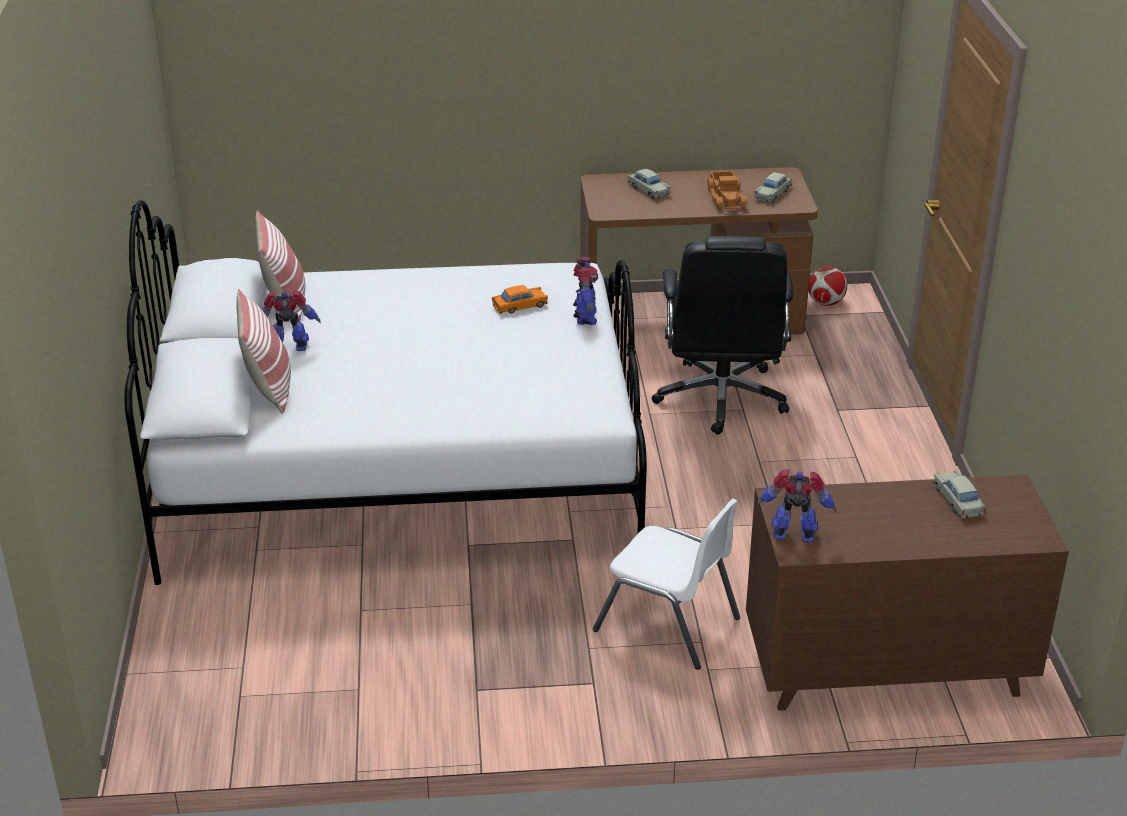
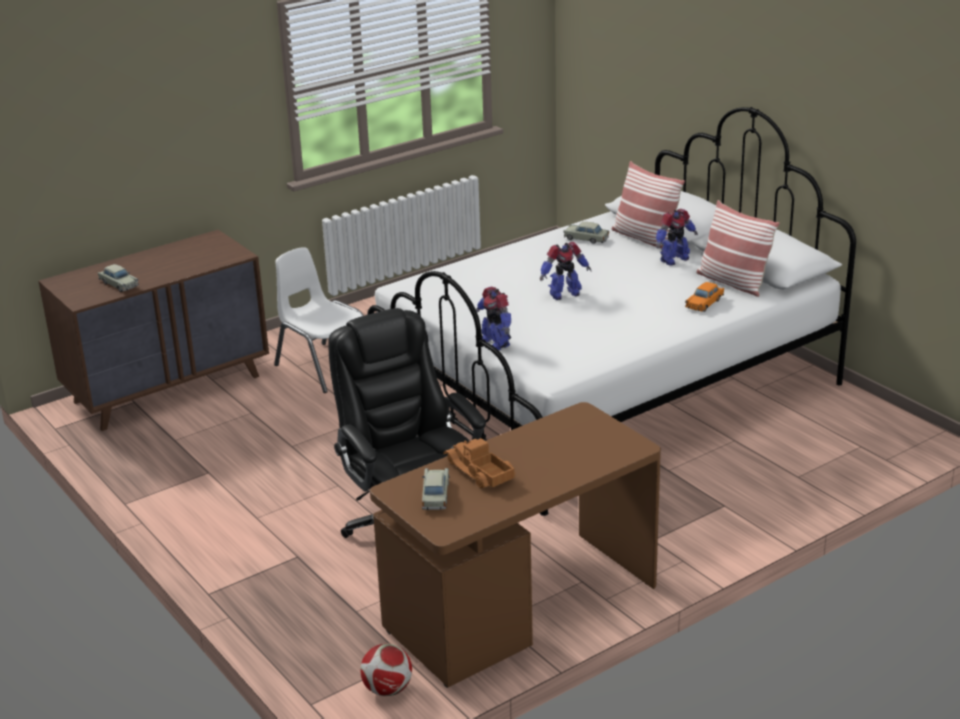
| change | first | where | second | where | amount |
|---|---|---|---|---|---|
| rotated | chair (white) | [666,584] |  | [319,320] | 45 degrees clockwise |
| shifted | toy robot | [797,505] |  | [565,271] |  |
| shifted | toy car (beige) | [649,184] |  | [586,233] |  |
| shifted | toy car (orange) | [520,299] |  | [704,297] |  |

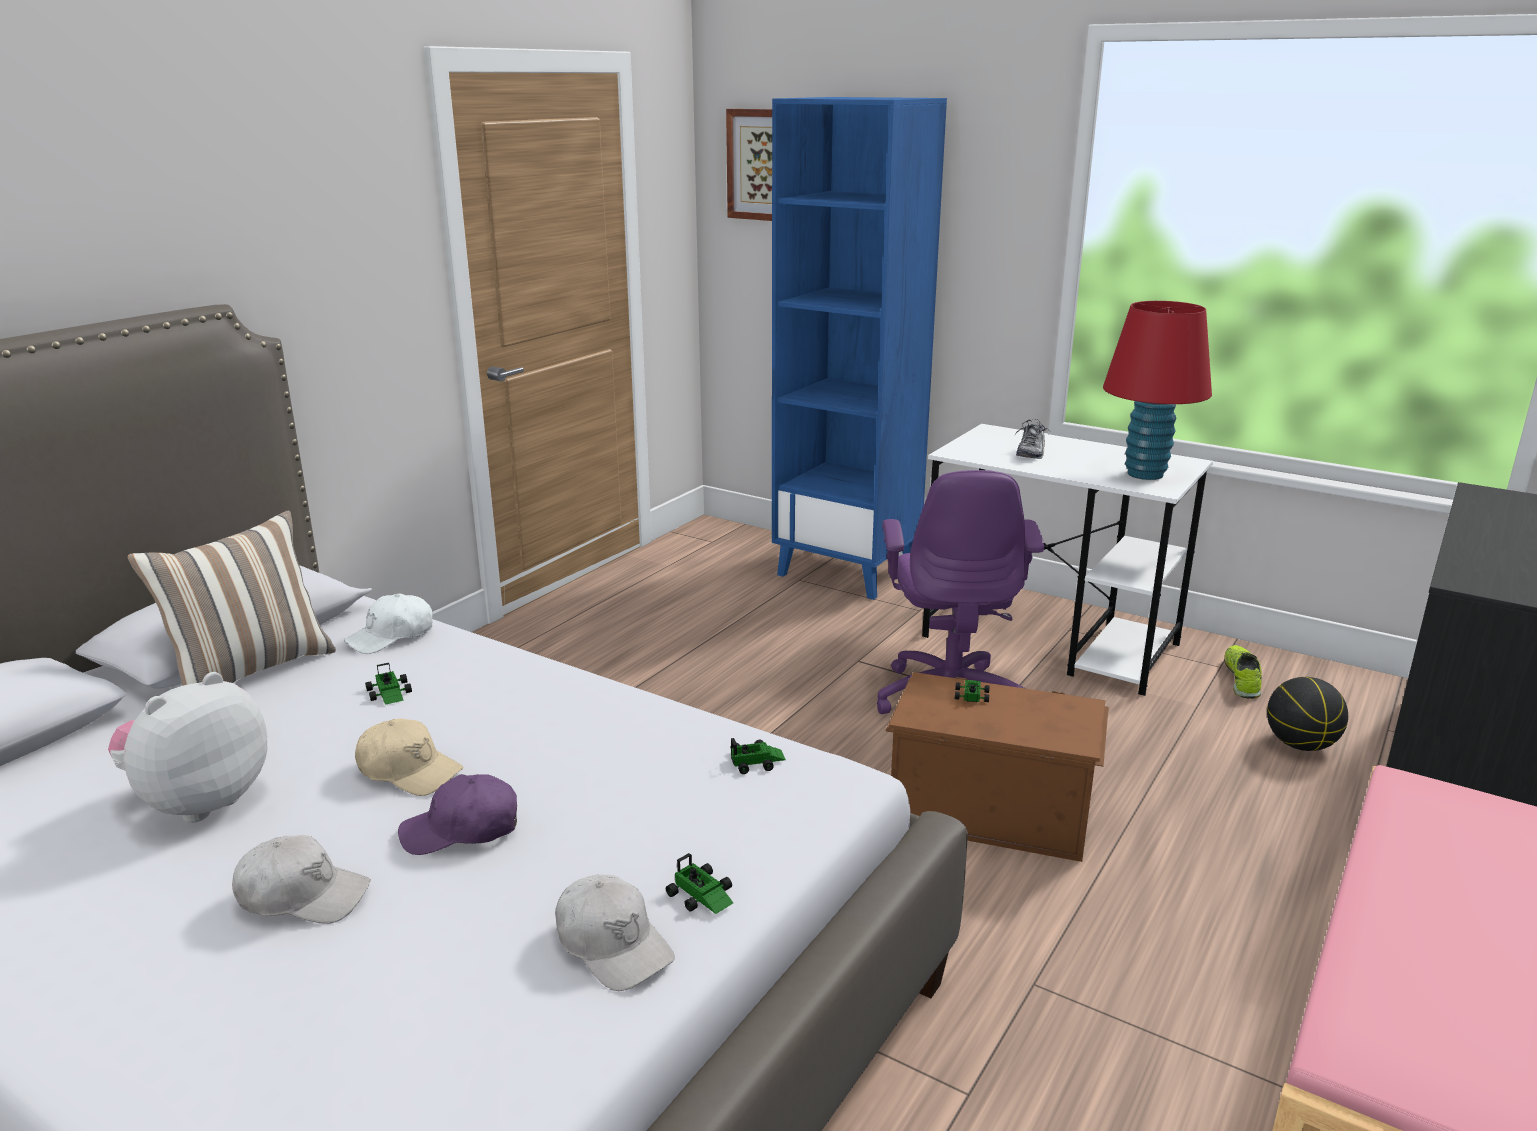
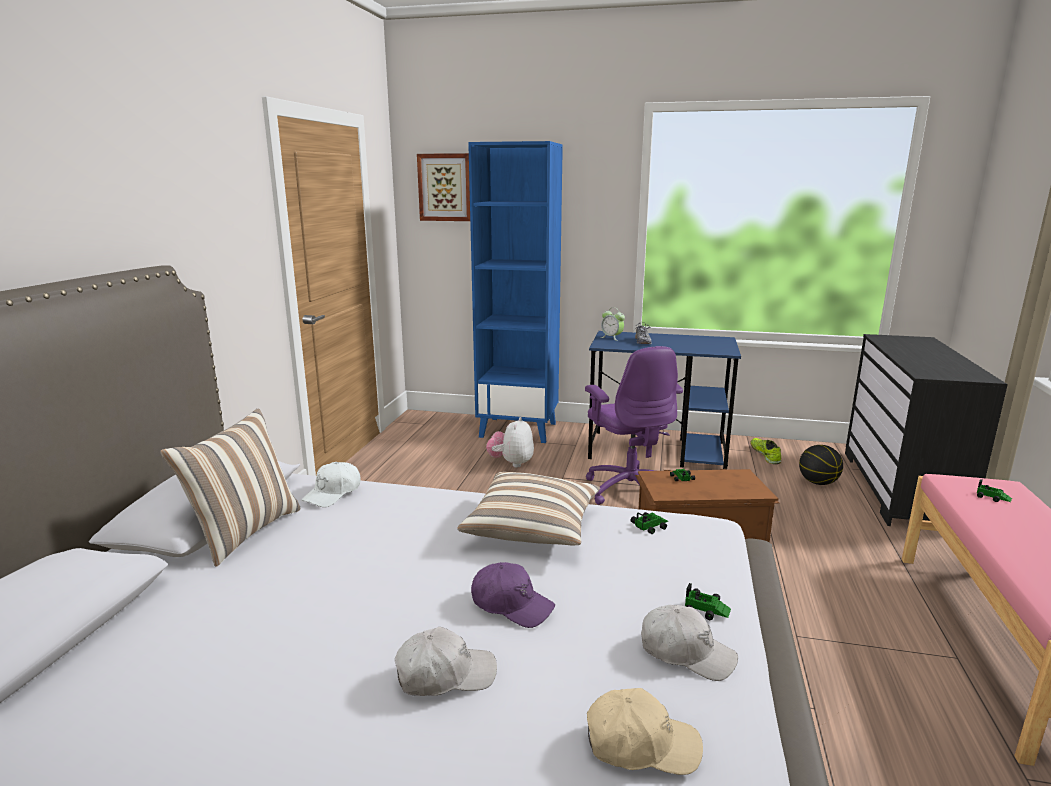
| change | first | where | second | where | amount |
|---|---|---|---|---|---|
| new |  |  | pillow | [528,508] |  |
| rotated | cap (purple) | [457,814] |  | [513,595] | 120 degrees counterclockwise |
| shifted | plush toy | [187,747] |  | [510,442] |  |
| shifted | cap (beige) | [409,757] |  | [645,731] |  |
| repainted | desk (white) | [1067,560] | desk (blue) | [664,400] |  |
| new |  |  | alarm clock | [612,324] |  |
| shifted | toy car | [388,684] |  | [994,490] |  |
| gone | table lamp (red) | [1157,390] |  |  |  |

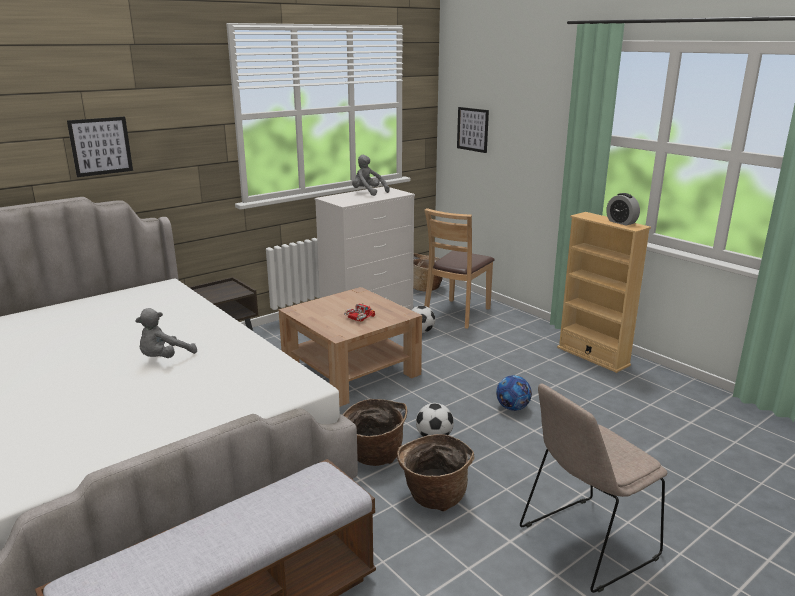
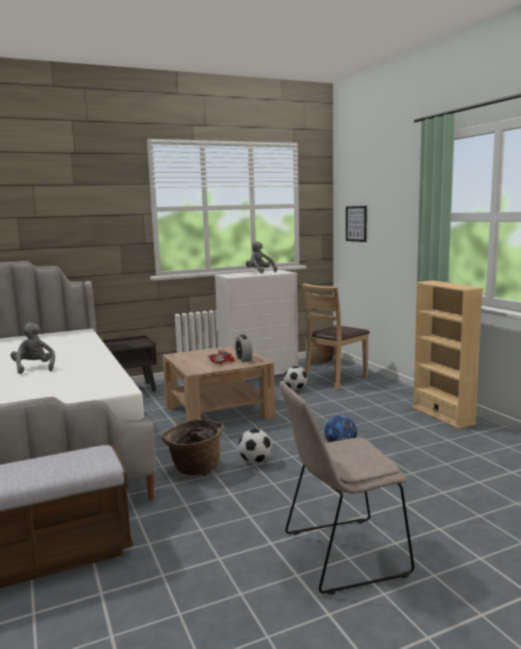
| change | first | where | second | where | amount |
|---|---|---|---|---|---|
| rotated | plush toy (grey) | [166,333] |  | [33,348] | 105 degrees clockwise |
| shifted | alarm clock | [623,209] |  | [243,348] |  |
| gone | picture | [100,147] |  |  |  |
| gone | basket | [435,472] |  |  |  |

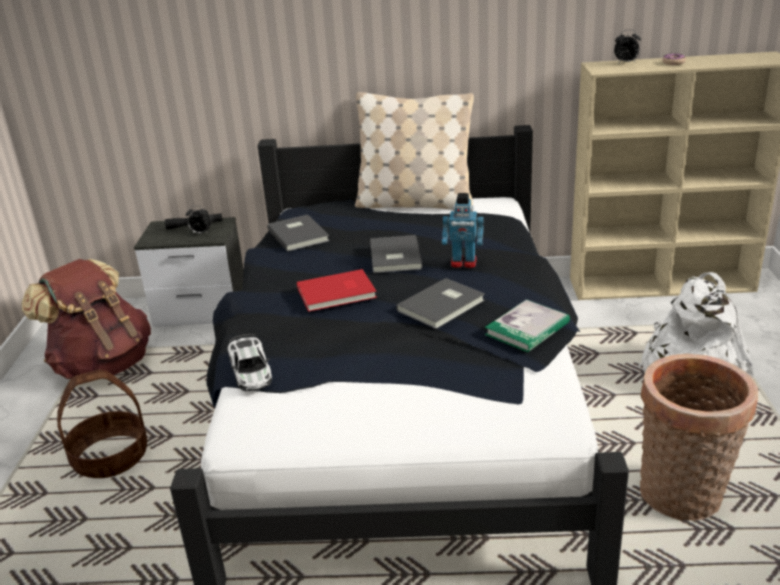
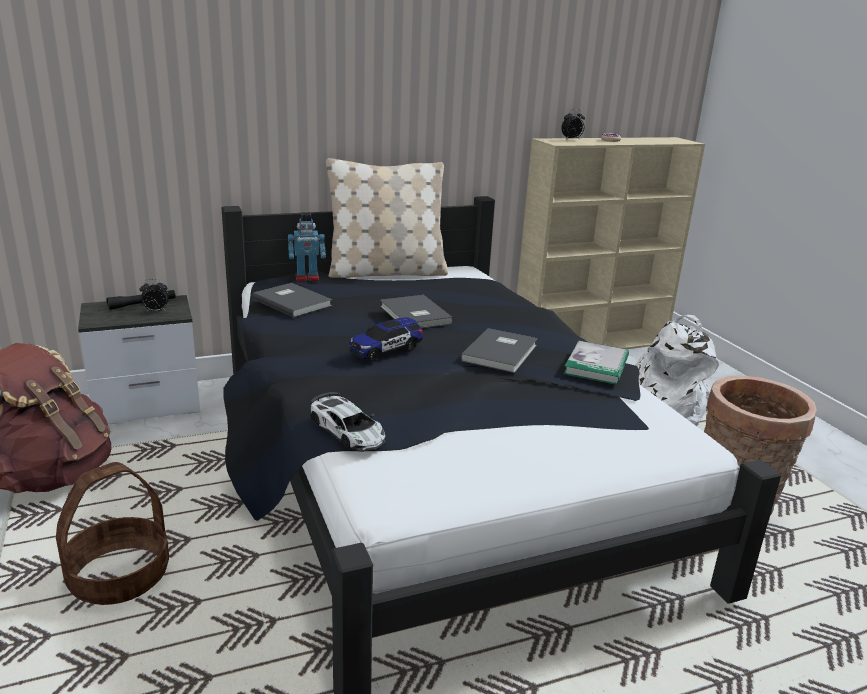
| change | first | where | second | where | amount |
|---|---|---|---|---|---|
| shifted | toy robot | [463,230] |  | [307,247] |  |
| swapped | book (red) | [337,290] | toy car | [386,339] |  |

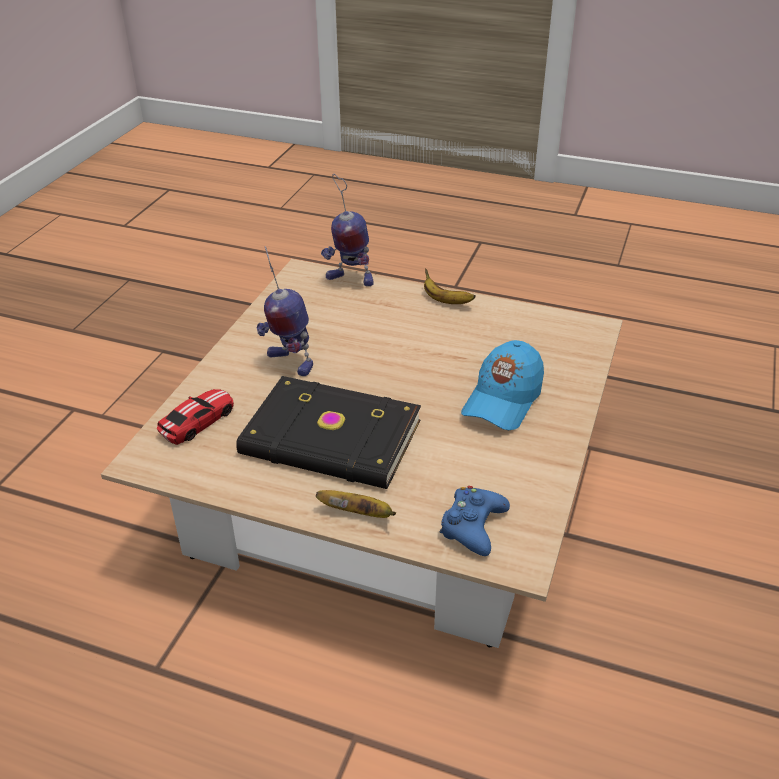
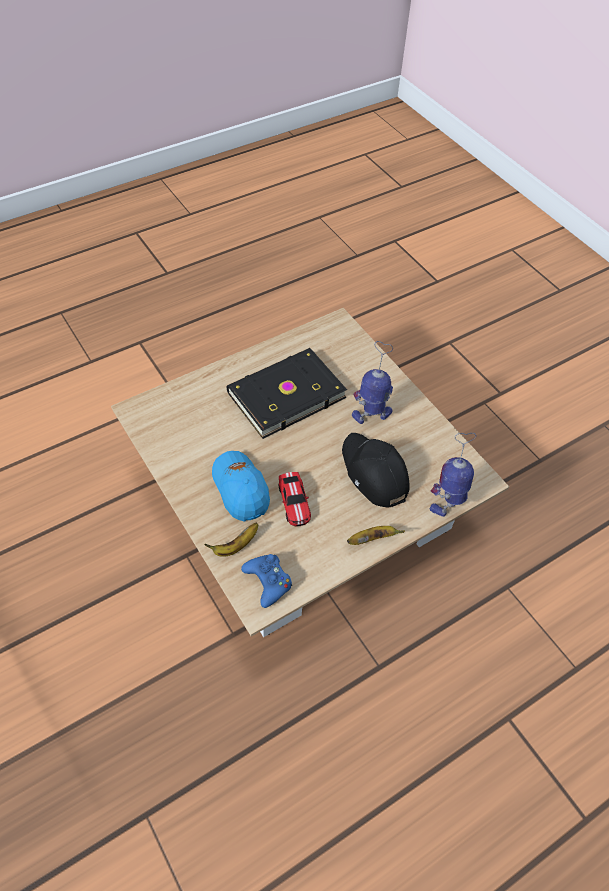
| change | first | where | second | where | amount |
|---|---|---|---|---|---|
| shifted | banana | [356,504] |  | [231,540] |  |
| shifted | game controller (blue) | [475,521] |  | [266,581] |  |
| shifted | toy car | [195,417] |  | [295,499] |  |
| new |  |  | cap (black) | [376,470] |  |

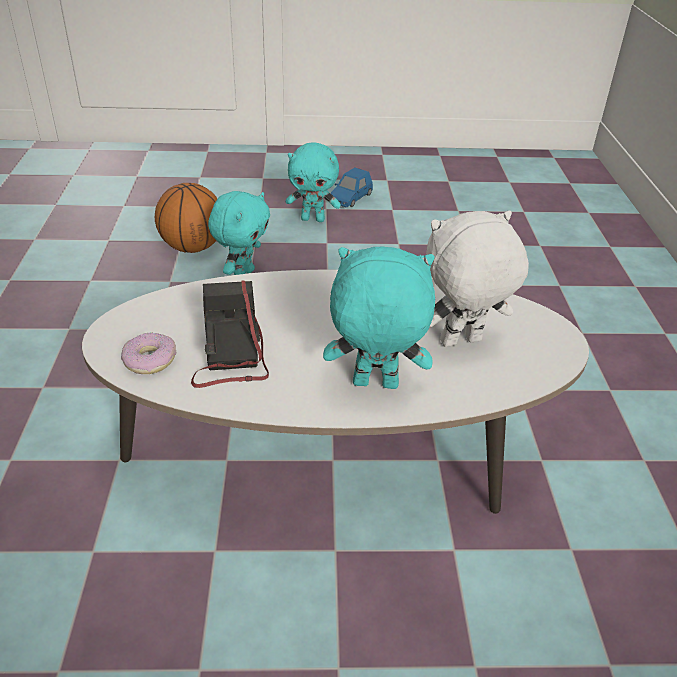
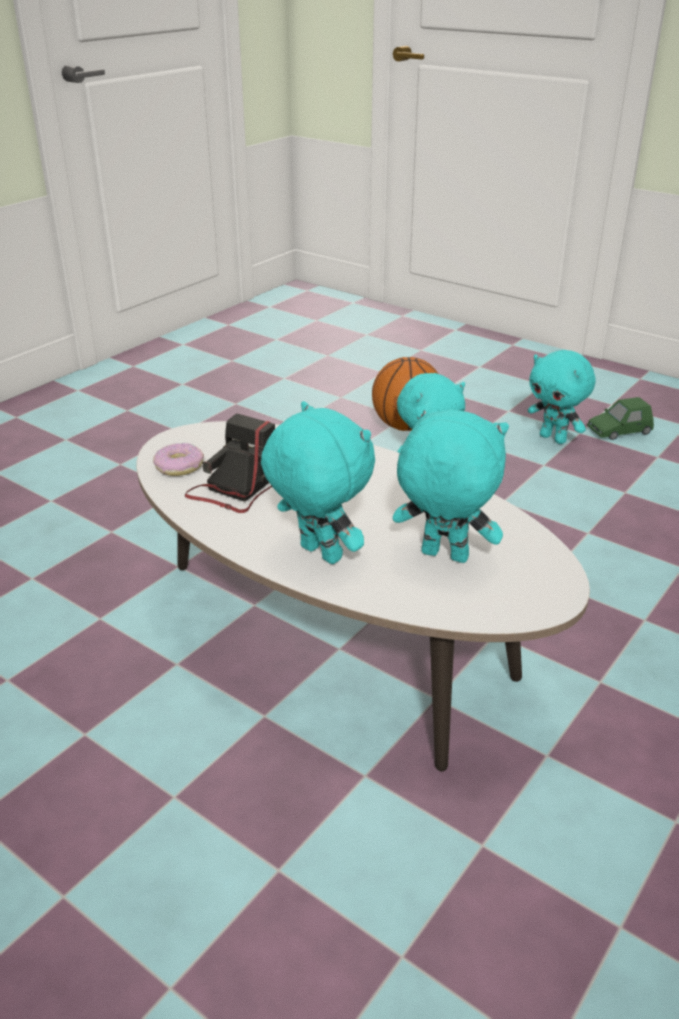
| change | first | where | second | where | amount |
|---|---|---|---|---|---|
| repainted | plush toy (white) | [477,279] | plush toy (turquoise) | [451,485] |  |
| repainted | toy car (blue) | [351,187] | toy car (green) | [620,418] |  |

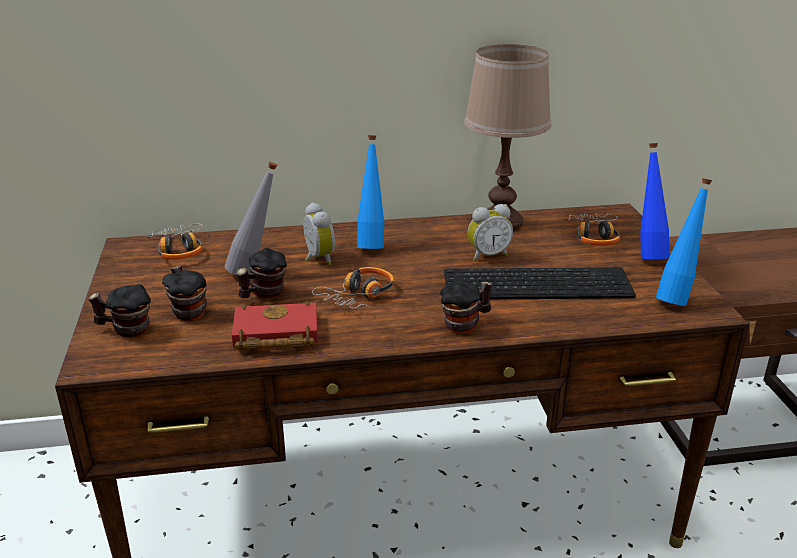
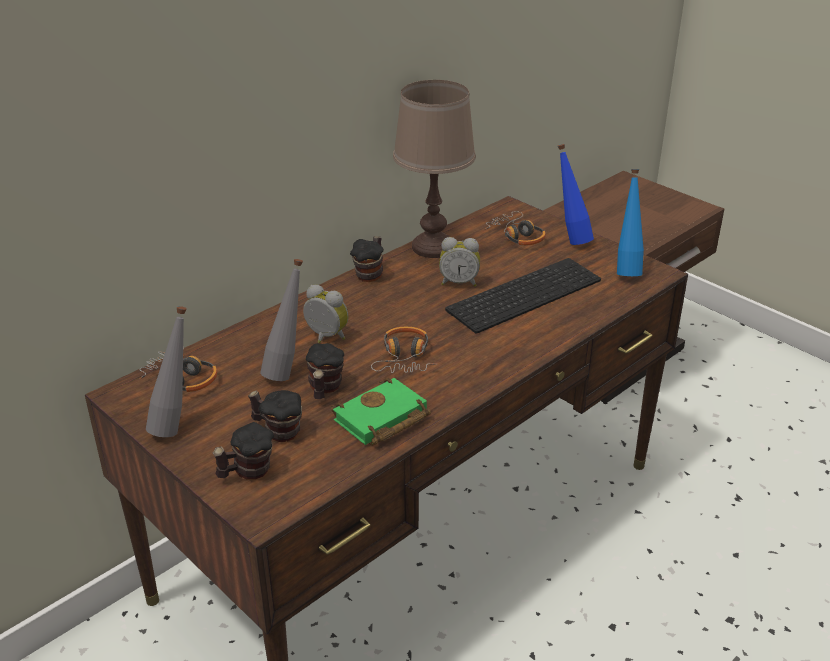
| change | first | where | second | where | amount |
|---|---|---|---|---|---|
| new |  |  | bottle (grey) | [166,371] |  |
| repainted | book (red) | [275,325] | book (green) | [381,412] |  |
| shifted | mug | [466,306] |  | [367,259] |  |
| rotated | alarm clock | [490,232] |  | [459,262] | 60 degrees clockwise |
| gone | bottle (blue) | [370,192] |  |  |  |

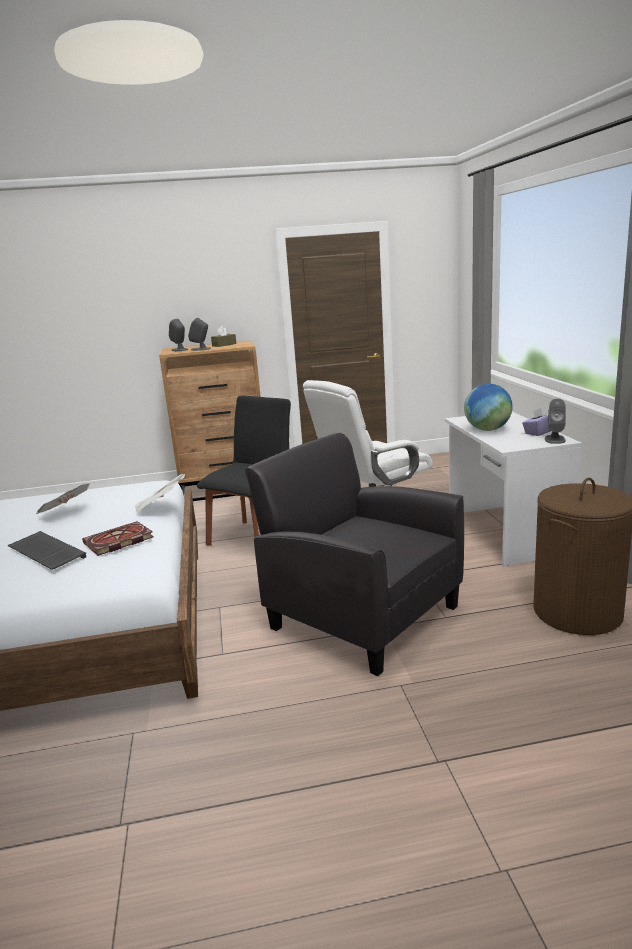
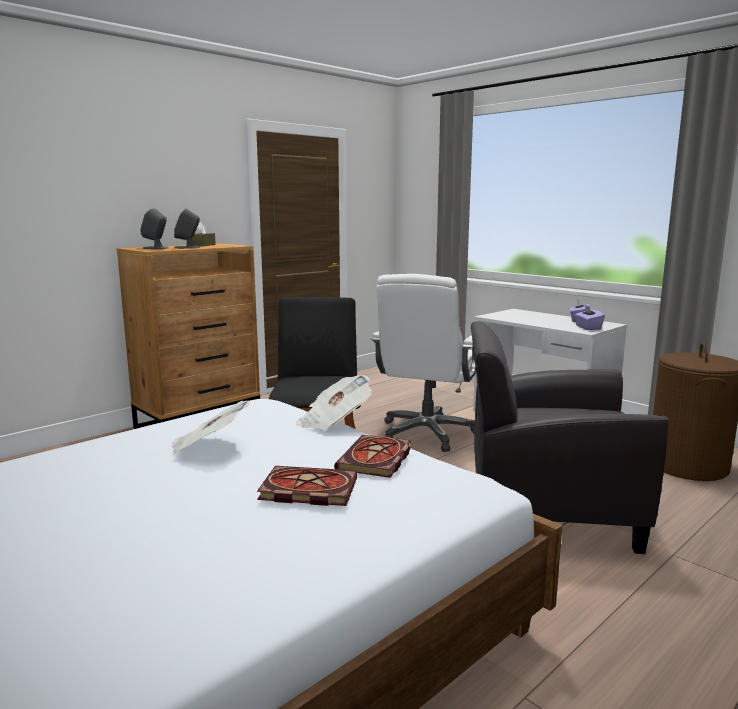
| change | first | where | second | where | amount |
|---|---|---|---|---|---|
| swapped | keyboard | [47,550] | book | [307,486] |  |
| new |  |  | tissue box (purple) | [589,317] |  |
| gone | globe | [488,407] |  |  |  |
| gone | speaker (grey) | [555,421] |  |  |  |

